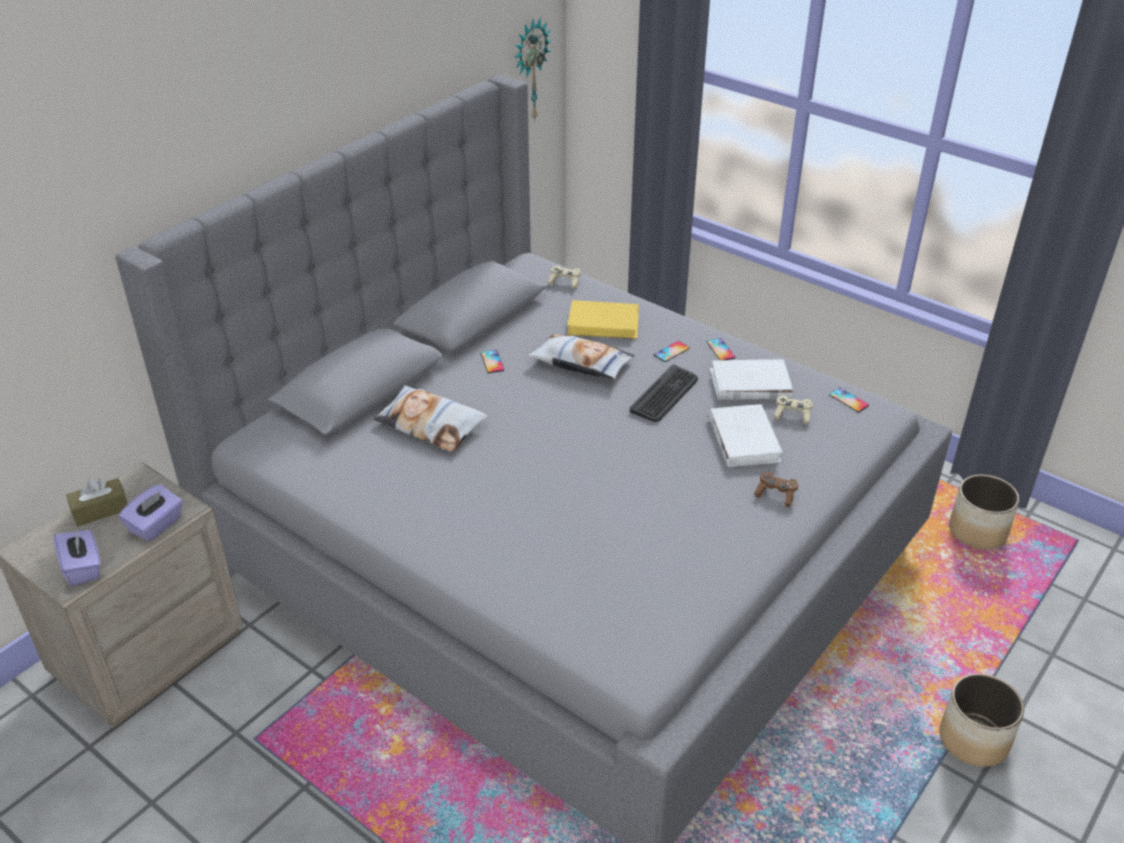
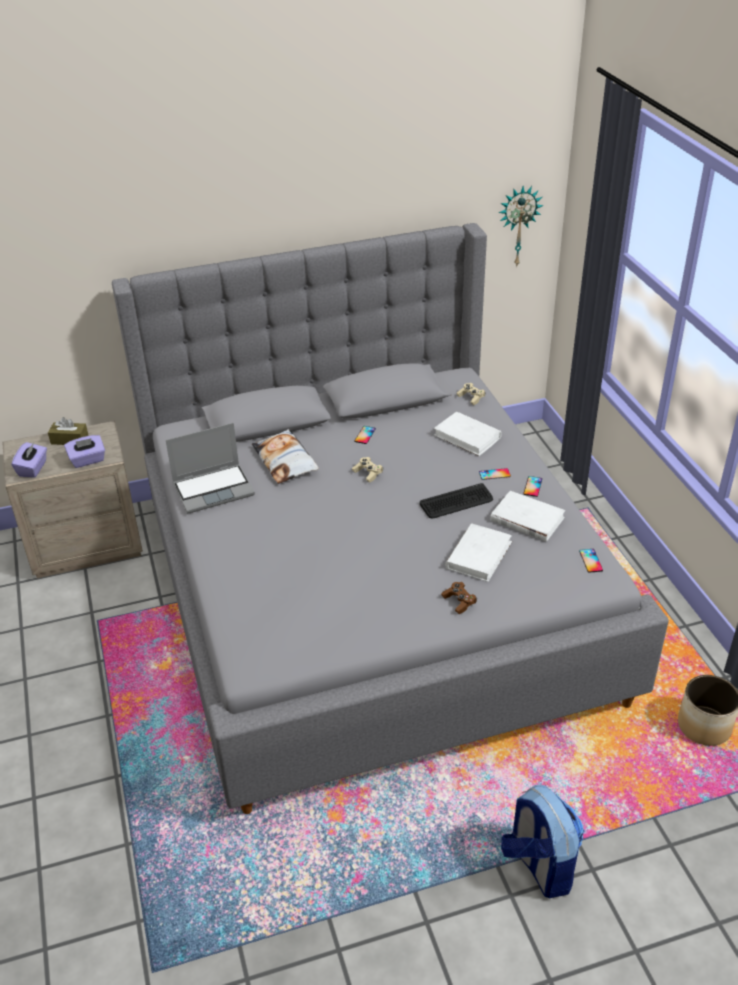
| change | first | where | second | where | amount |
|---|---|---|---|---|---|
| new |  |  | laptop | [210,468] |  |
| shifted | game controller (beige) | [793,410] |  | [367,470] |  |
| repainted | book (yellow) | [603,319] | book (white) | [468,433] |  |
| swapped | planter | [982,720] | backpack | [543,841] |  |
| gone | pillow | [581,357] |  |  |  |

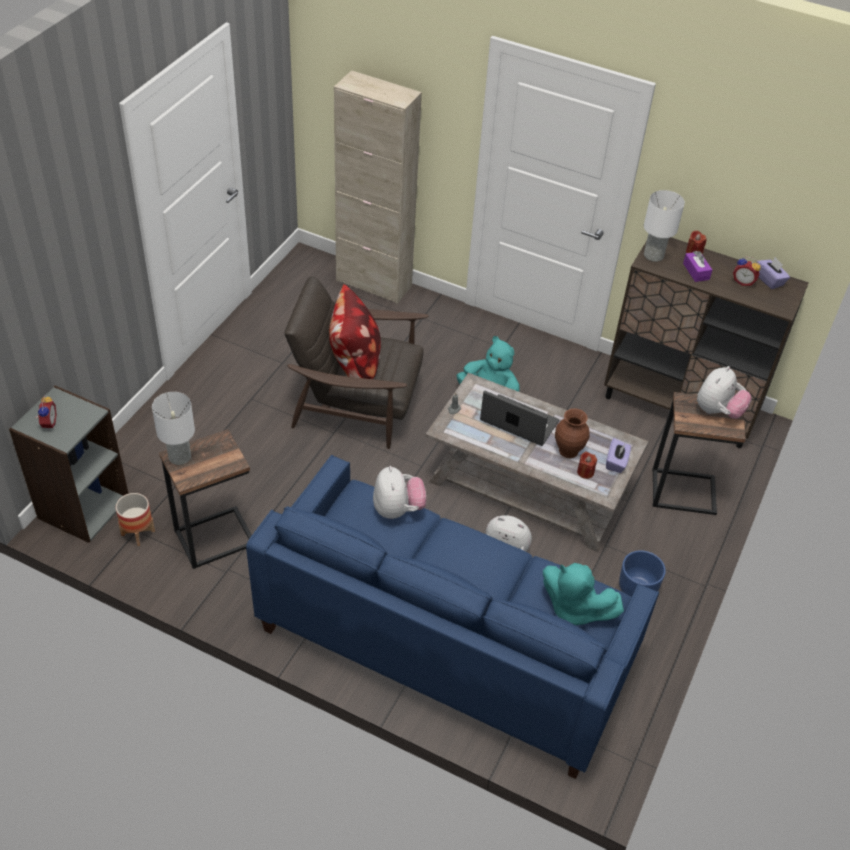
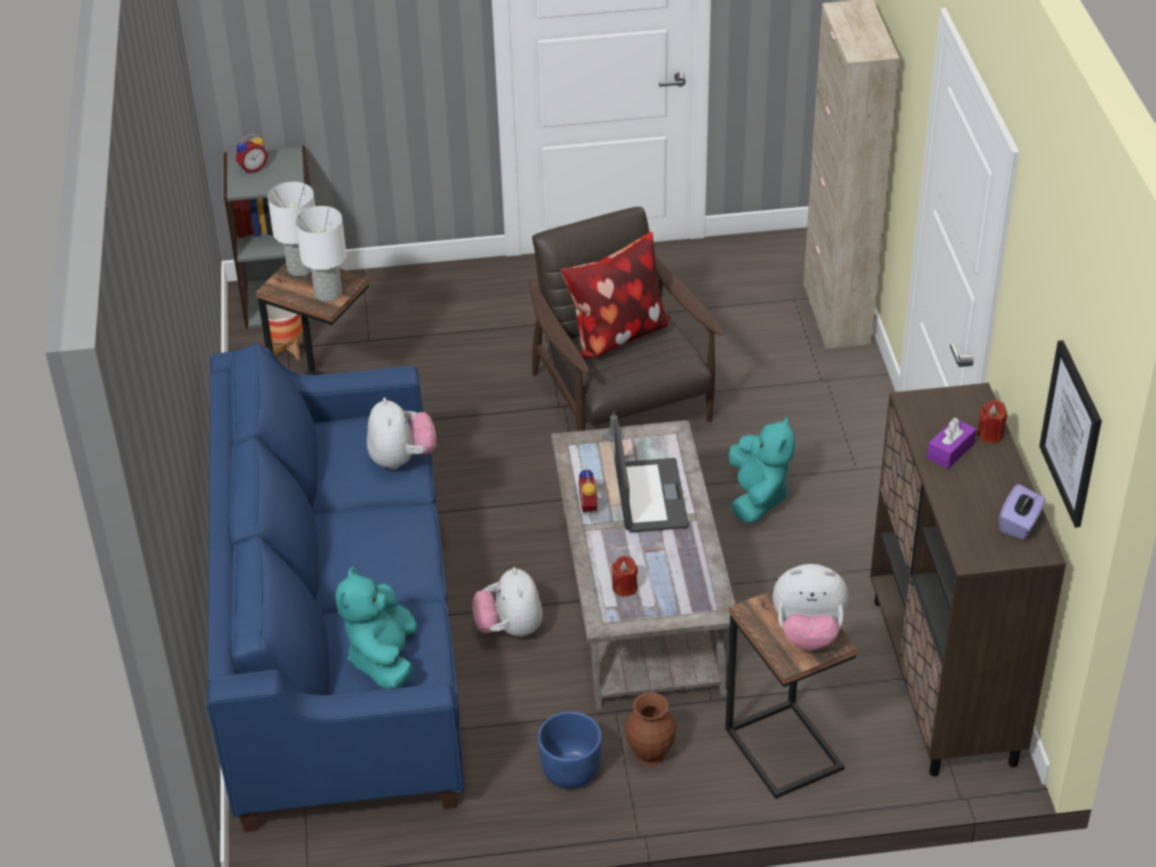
| change | first | where | second | where | amount |
|---|---|---|---|---|---|
| shifted | table lamp (white) | [664,226] |  | [320,254] |  |
| rotated | plush toy | [399,492] |  | [402,434] | 60 degrees counterclockwise |
| shifted | alarm clock | [747,271] |  | [590,491] |  |
| shifted | vase (brown) | [572,433] |  | [650,729] |  |
| new |  |  | picture | [1070,434] |  |
| gone | tissue box (purple) | [618,455] |  |  |  |

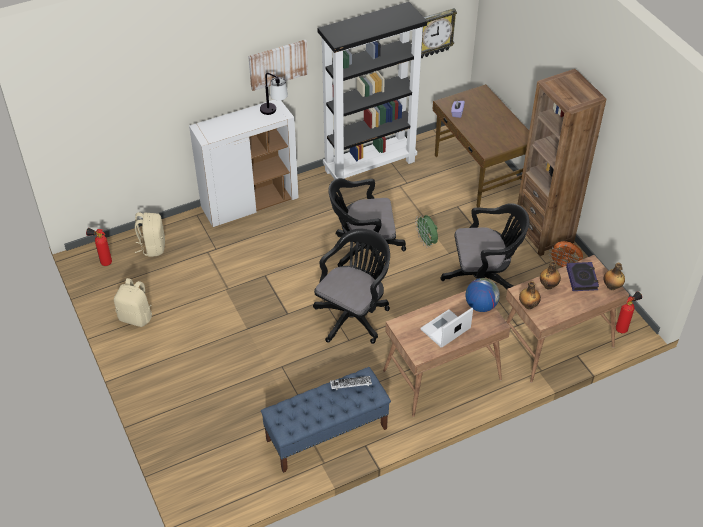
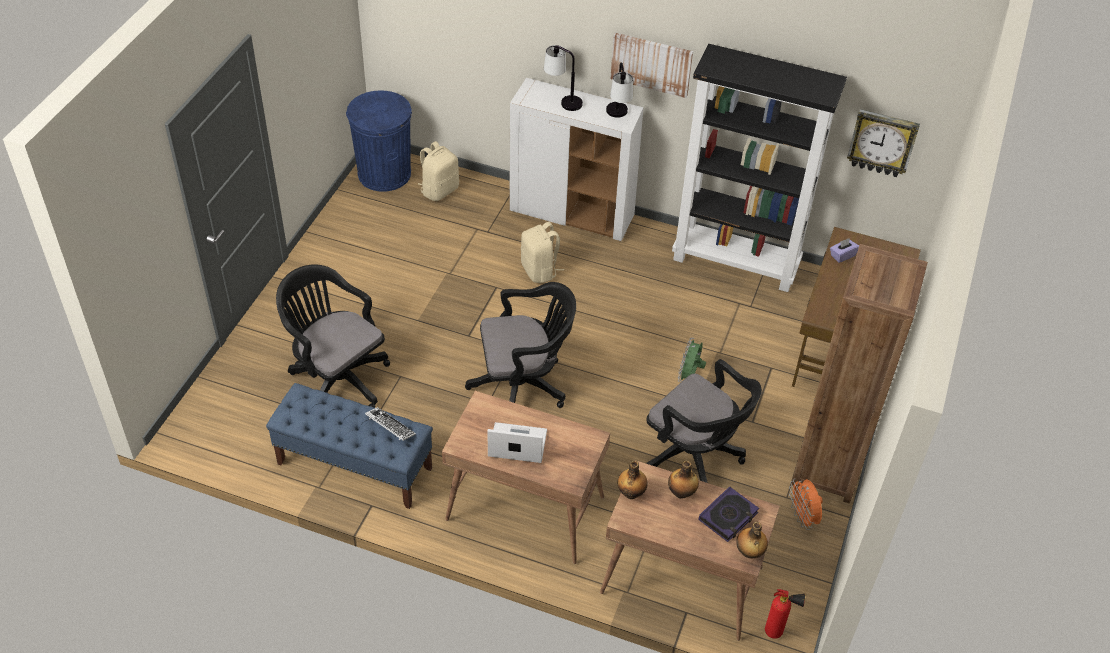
| change | first | where | second | where | amount |
|---|---|---|---|---|---|
| shifted | office chair (black) | [367,224] |  | [333,336] |  |
| swapped | fire extinguisher | [99,247] | trash can (blue) | [379,141] |  |
| shifted | backpack (beige) | [133,302] |  | [542,252] |  |
| new |  |  | table lamp | [563,78] |  |
| gone | globe | [483,295] |  |  |  |

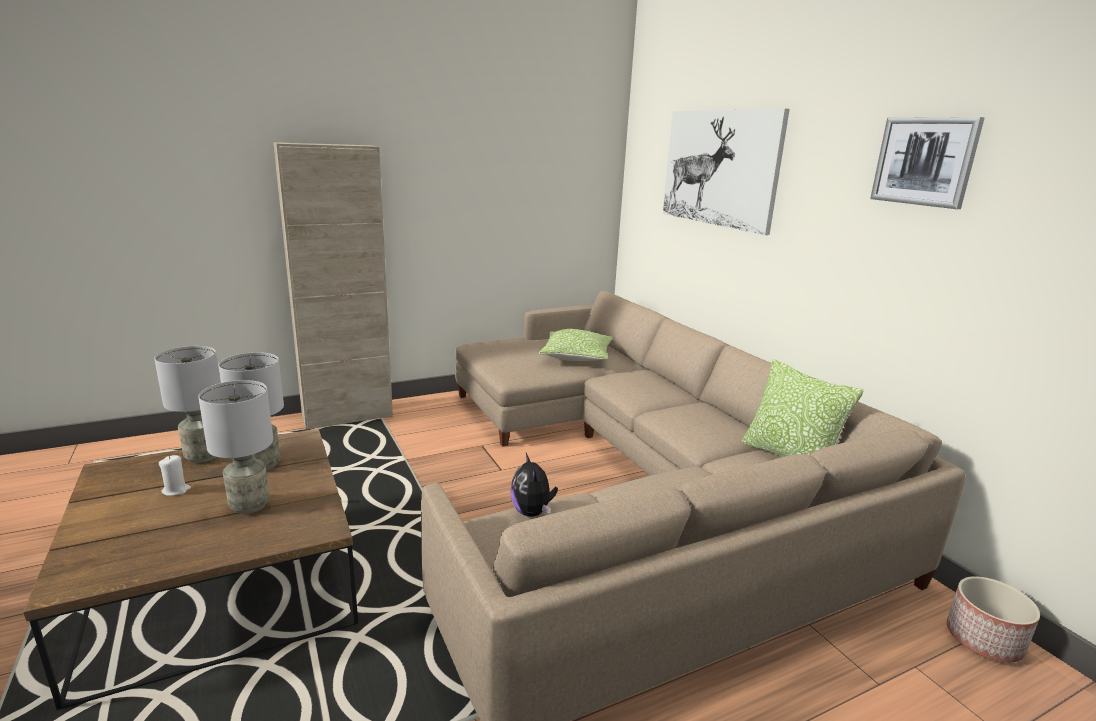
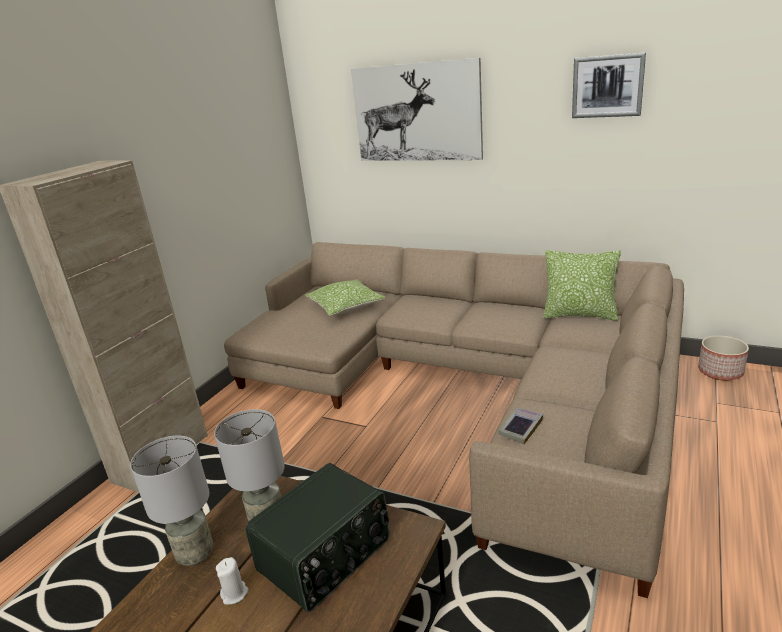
| change | first | where | second | where | amount |
|---|---|---|---|---|---|
| swapped | table lamp (grey) | [235,447] | radio | [317,537] |  |
| swapped | plush toy | [534,485] | book | [520,426] |  |

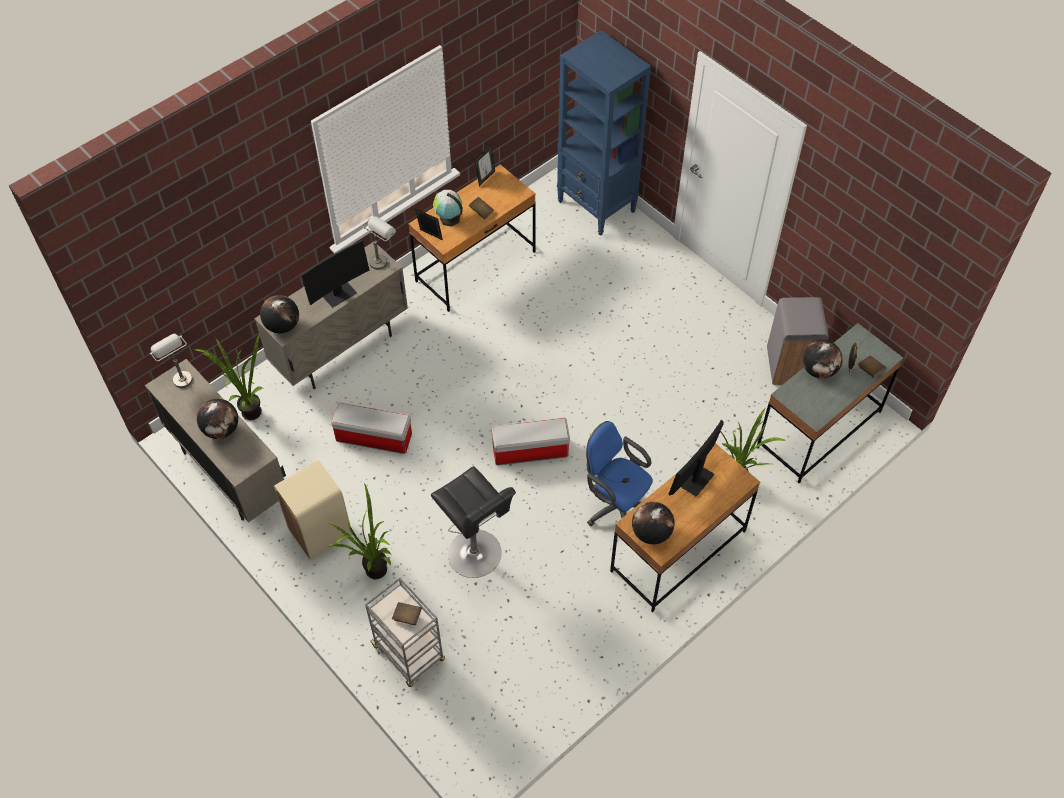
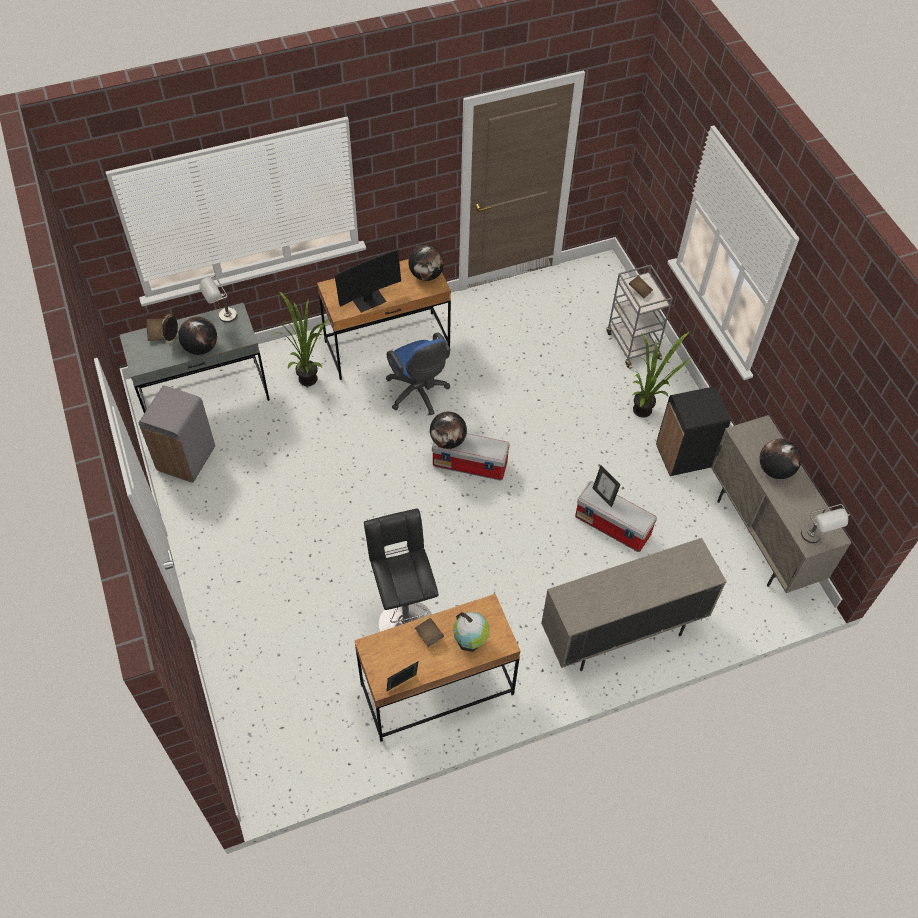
| change | first | where | second | where | amount |
|---|---|---|---|---|---|
| shifted | table lamp (grey) | [379,243] |  | [218,299] |  |
| shifted | stool (black) | [473,522] |  | [401,570] |  |
| shifted | globe | [279,314] |  | [448,430] |  |
| shifted | picture frame | [429,224] |  | [607,486] |  |
| repainted | trash can (beige) | [313,510] | trash can (black) | [693,431] |  |
| gone | potted plant | [229,376] |  |  |  |
| gone | monitor | [335,274] |  |  |  |
| gone | bookcase (blue) | [604,133] |  |  |  |

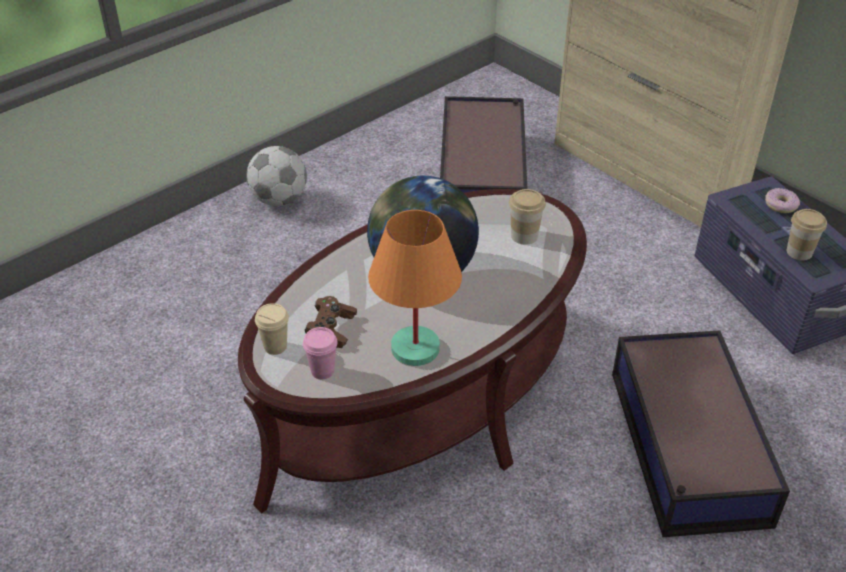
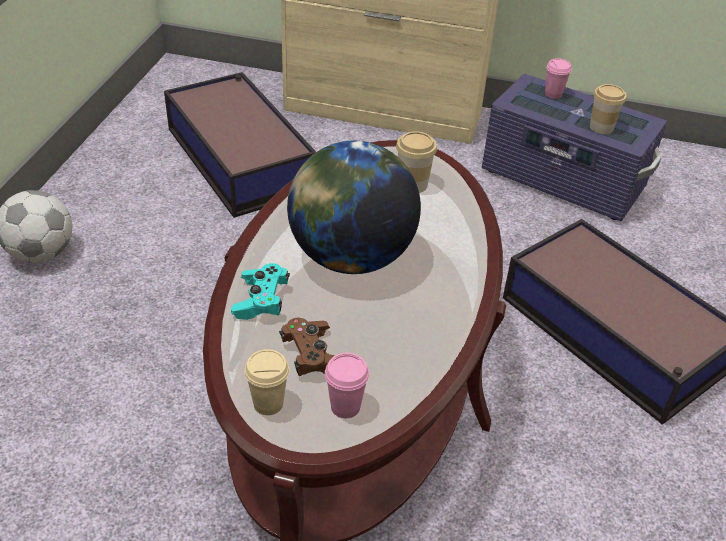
| change | first | where | second | where | amount |
|---|---|---|---|---|---|
| new |  |  | game controller (turquoise) | [260,291] |  |
| swapped | donut | [782,200] | cup (pink) | [558,78] |  |
| gone | table lamp (orange) | [415,288] |  |  |  |

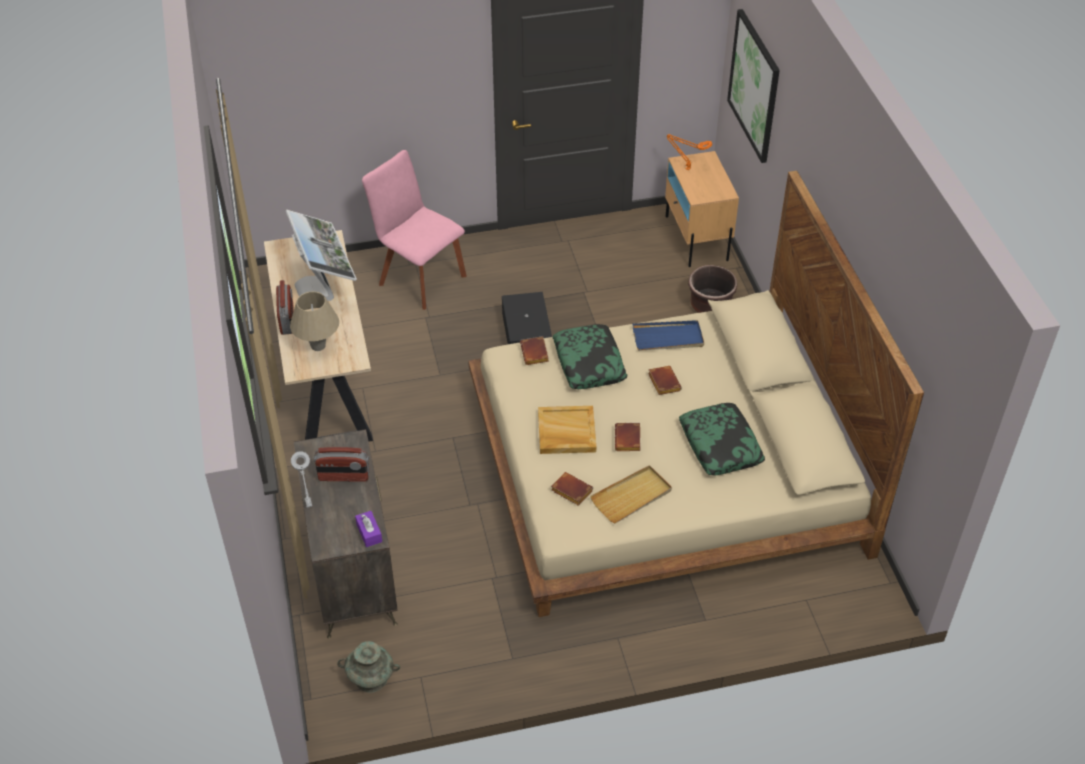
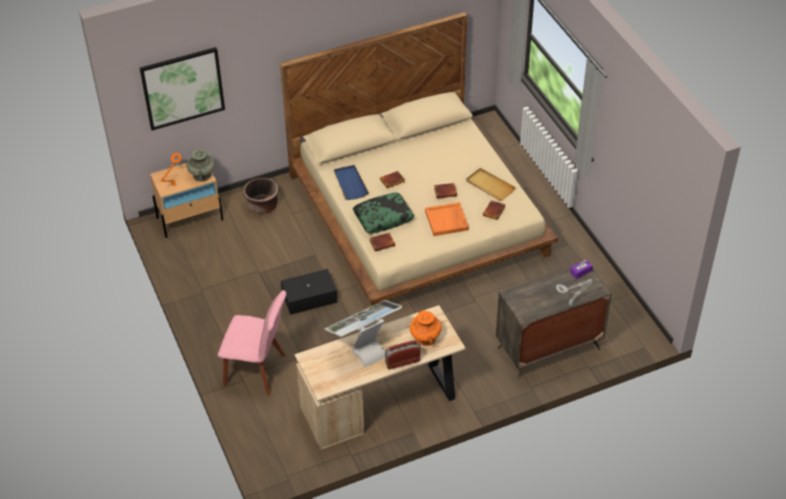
| change | first | where | second | where | amount |
|---|---|---|---|---|---|
| shifted | vase (turquoise) | [368,667] |  | [201,165] |  |
| rotated | chair (pink) | [414,230] |  | [252,343] | 105 degrees counterclockwise |
| swapped | table lamp (beige) | [314,321] | vase (orange) | [426,328] |  |
| repainted | tray (beige) | [567,430] | tray (orange) | [447,219] |  |
| gone | radio | [341,464] |  |  |  |
| gone | pillow | [722,439] |  |  |  |

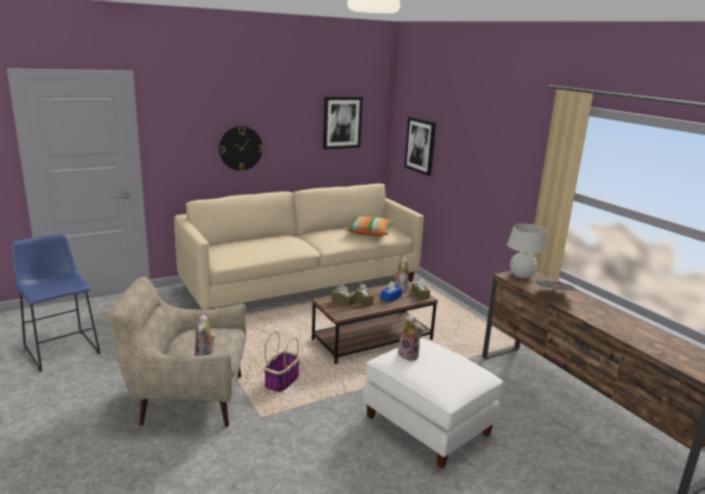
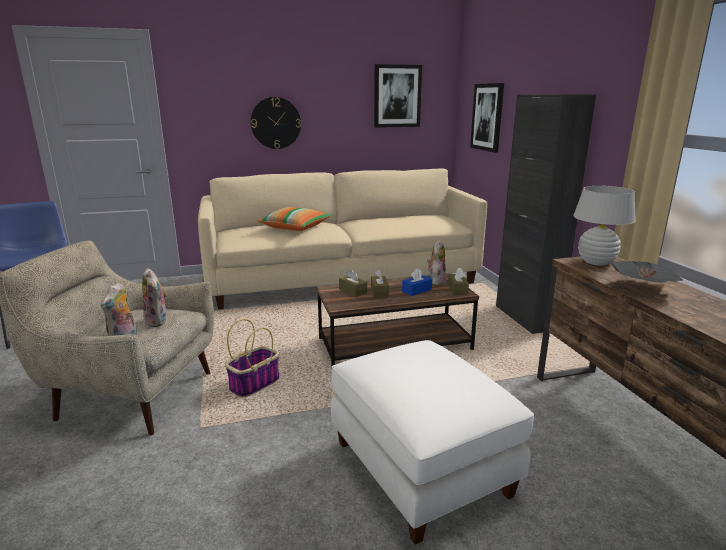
| change | first | where | second | where | amount |
|---|---|---|---|---|---|
| shifted | plush toy | [411,337] |  | [154,297] |  |
| shifted | pillow | [369,226] |  | [294,219] |  |
| new |  |  | cabinet (black) | [546,214] |  |

